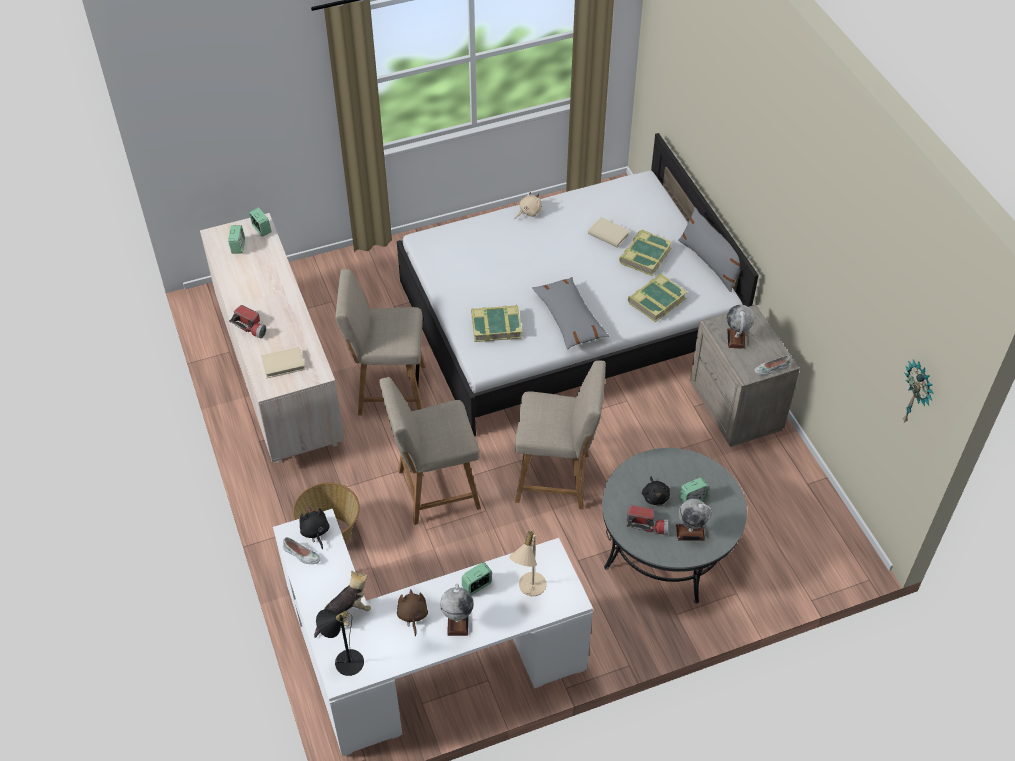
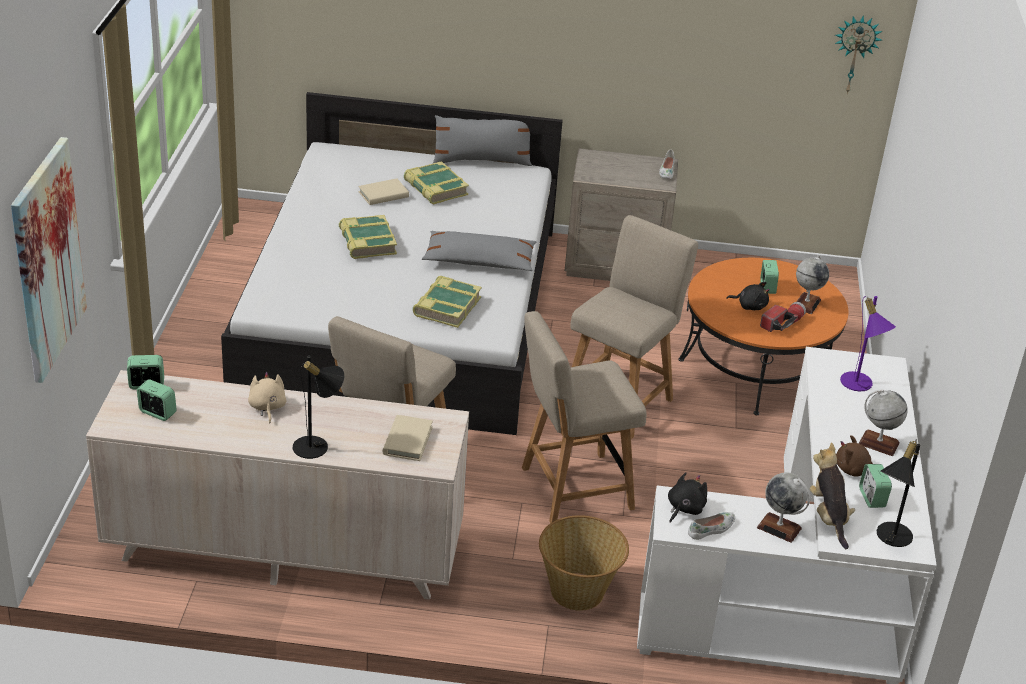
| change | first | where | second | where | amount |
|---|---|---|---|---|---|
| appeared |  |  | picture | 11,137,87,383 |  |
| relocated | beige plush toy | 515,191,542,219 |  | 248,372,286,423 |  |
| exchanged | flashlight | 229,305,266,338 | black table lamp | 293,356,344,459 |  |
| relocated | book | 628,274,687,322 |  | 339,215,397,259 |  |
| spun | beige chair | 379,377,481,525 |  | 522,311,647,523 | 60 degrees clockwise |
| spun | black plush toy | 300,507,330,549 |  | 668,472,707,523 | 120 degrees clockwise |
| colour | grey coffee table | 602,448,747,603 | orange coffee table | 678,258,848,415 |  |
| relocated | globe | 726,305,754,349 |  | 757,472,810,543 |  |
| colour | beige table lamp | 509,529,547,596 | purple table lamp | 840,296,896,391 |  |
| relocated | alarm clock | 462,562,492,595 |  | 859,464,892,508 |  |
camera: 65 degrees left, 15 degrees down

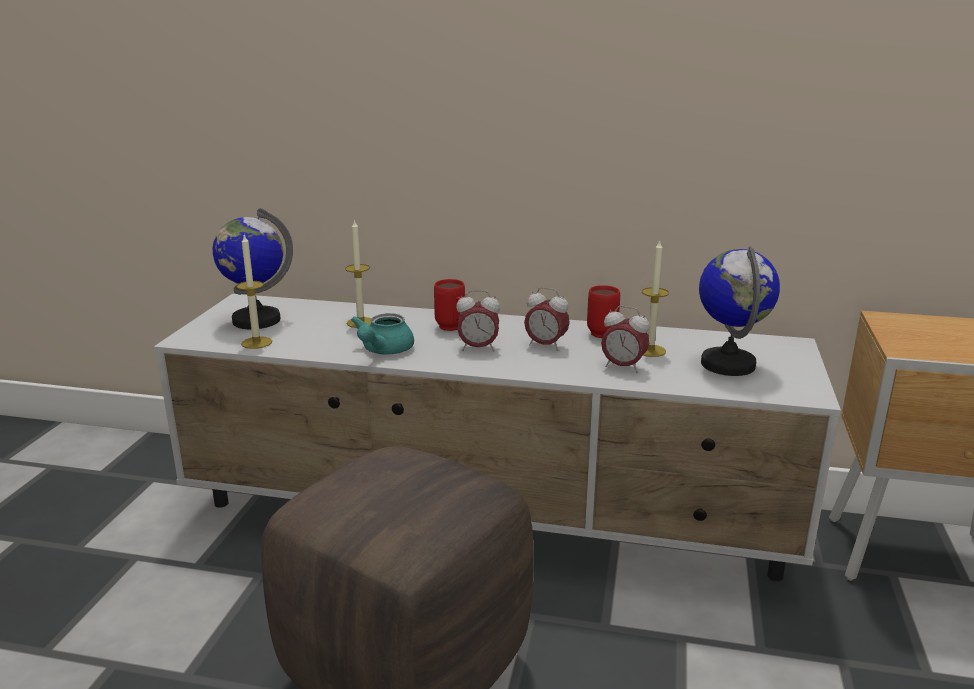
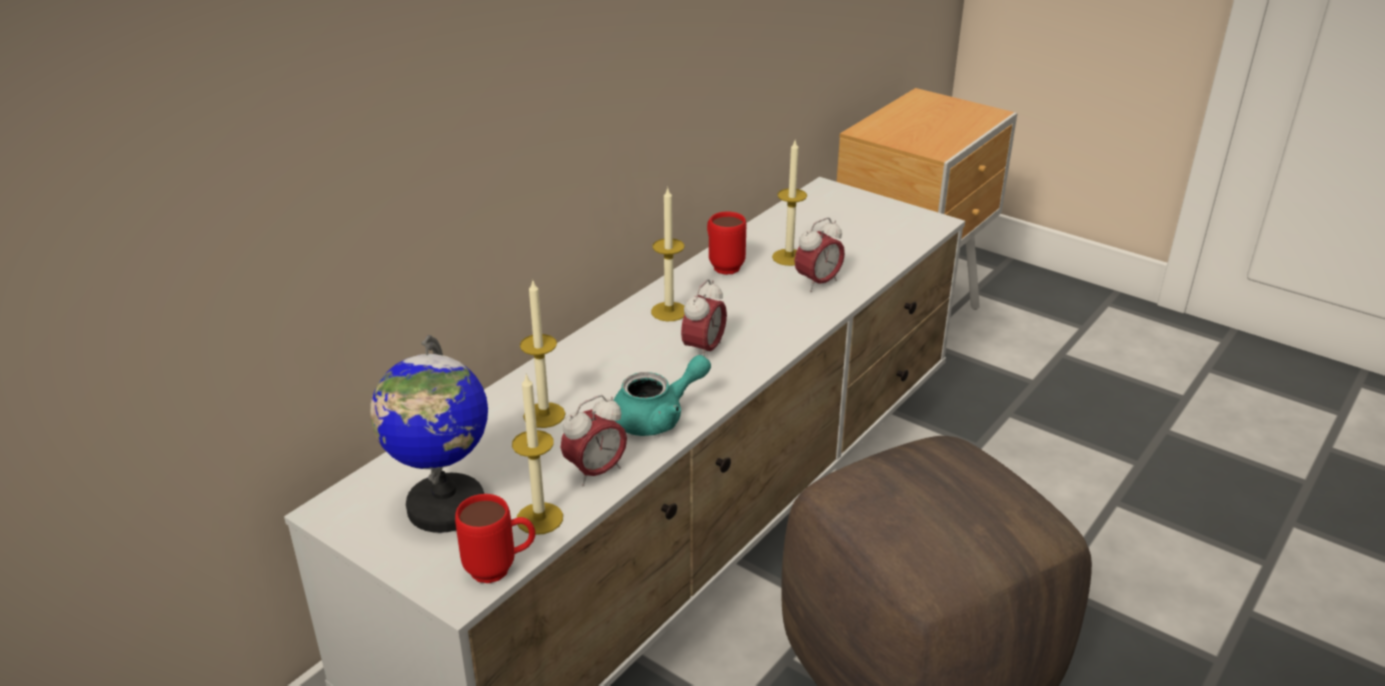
| change | first | where | second | where | amount |
|---|---|---|---|---|---|
| relocated | red mug | 434,279,465,331 |  | 455,494,535,583 |  |
| relocated | alarm clock | 524,287,570,351 |  | 560,395,627,486 |  |
| spun | turquoise teapot | 351,313,414,355 |  | 614,355,711,436 | 75 degrees counterclockwise |
| appeared |  |  | candle | 651,186,684,321 |  |
| missing | globe | 699,246,780,376 |  |  |  |
camera: 65 degrees left, 10 degrees up

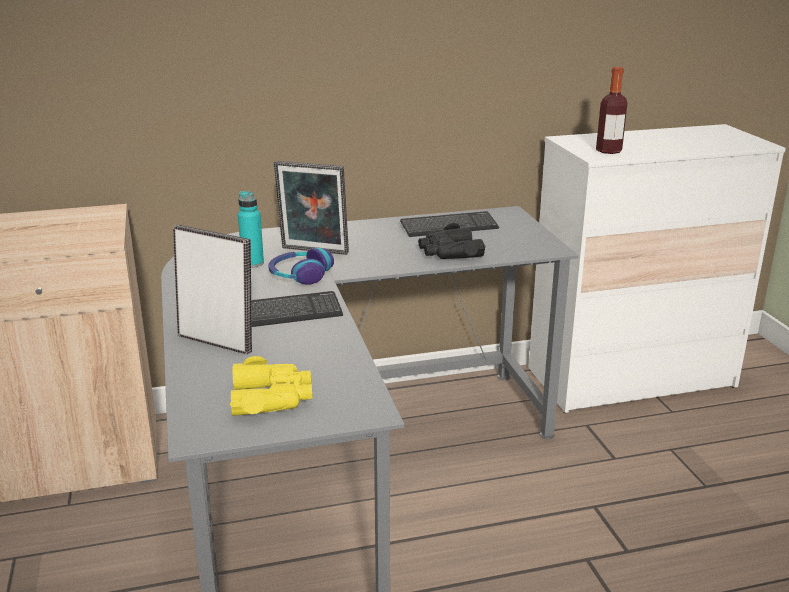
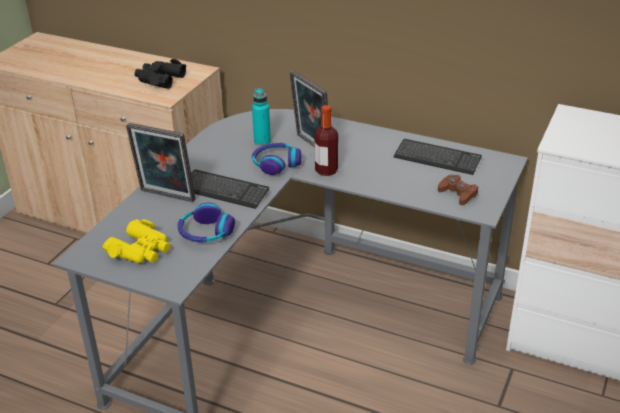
| change | first | where | second | where | amount |
|---|---|---|---|---|---|
| spun | picture frame | 173,225,252,354 |  | 126,123,196,202 | 135 degrees clockwise |
| relocated | black binoculars | 418,223,486,259 |  | 134,59,186,89 |  |
| appeared |  |  | headphones | 178,203,235,243 |  |
| relocated | bottle | 596,67,627,154 |  | 315,105,338,176 |  |
| appeared |  |  | brown game controller | 438,175,478,205 |  |
camera: 40 degrees right, 10 degrees up

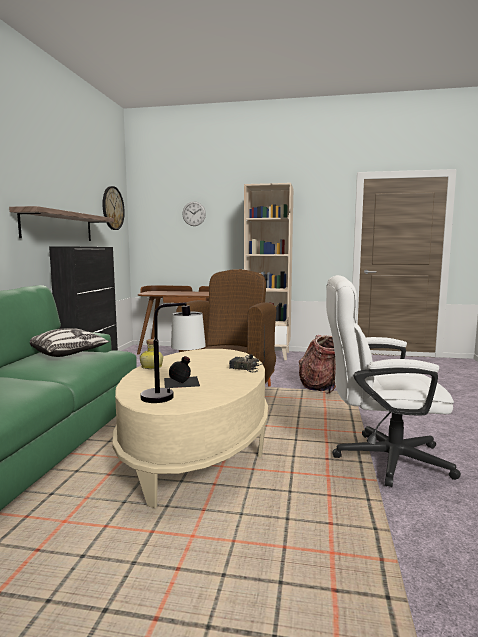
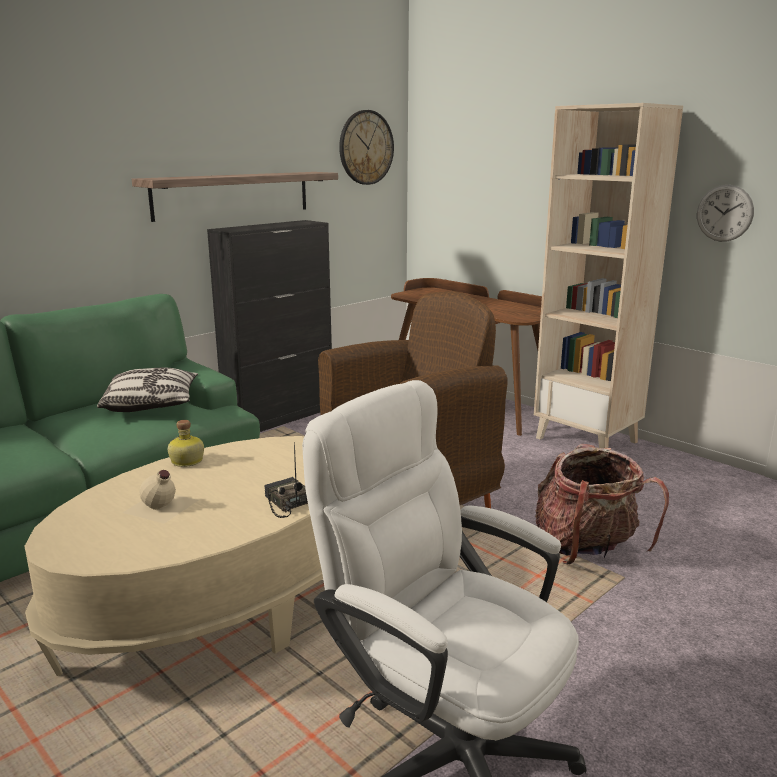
| change | first | where | second | where | amount |
|---|---|---|---|---|---|
| colour | black bottle | 164,356,200,388 | beige bottle | 122,470,199,524 |  |
| relocated | wall clock | 182,201,206,226 |  | 697,185,754,242 |  |
| missing | table lamp | 140,302,206,403 |  |  |  |
camera: 35 degrees right, 10 degrees up

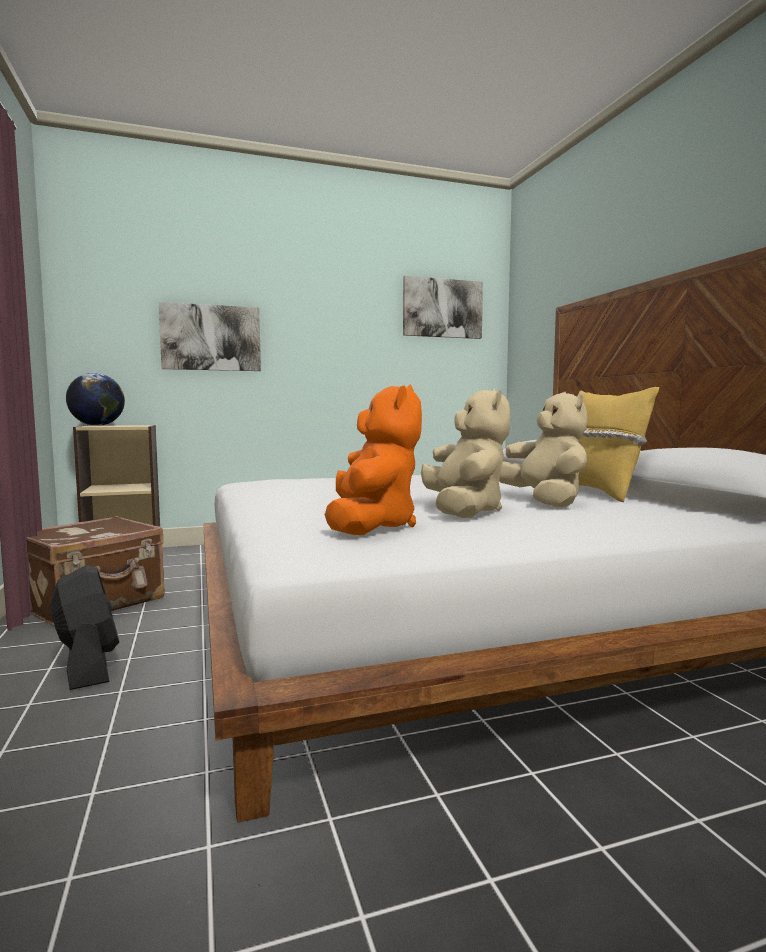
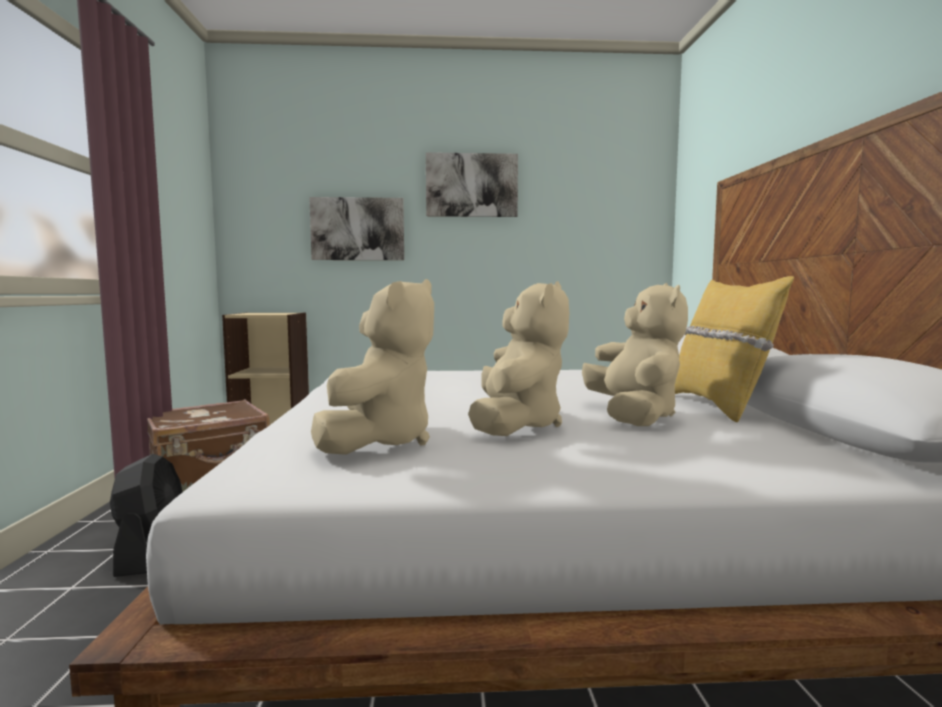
| change | first | where | second | where | amount |
|---|---|---|---|---|---|
| colour | orange plush toy | 325,384,422,535 | beige plush toy | 311,279,434,455 |  |
| relocated | picture | 403,276,483,339 |  | 426,152,518,217 |  |
| missing | globe | 66,373,125,426 |  |  |  |
camera: 15 degrees right, 0 degrees up

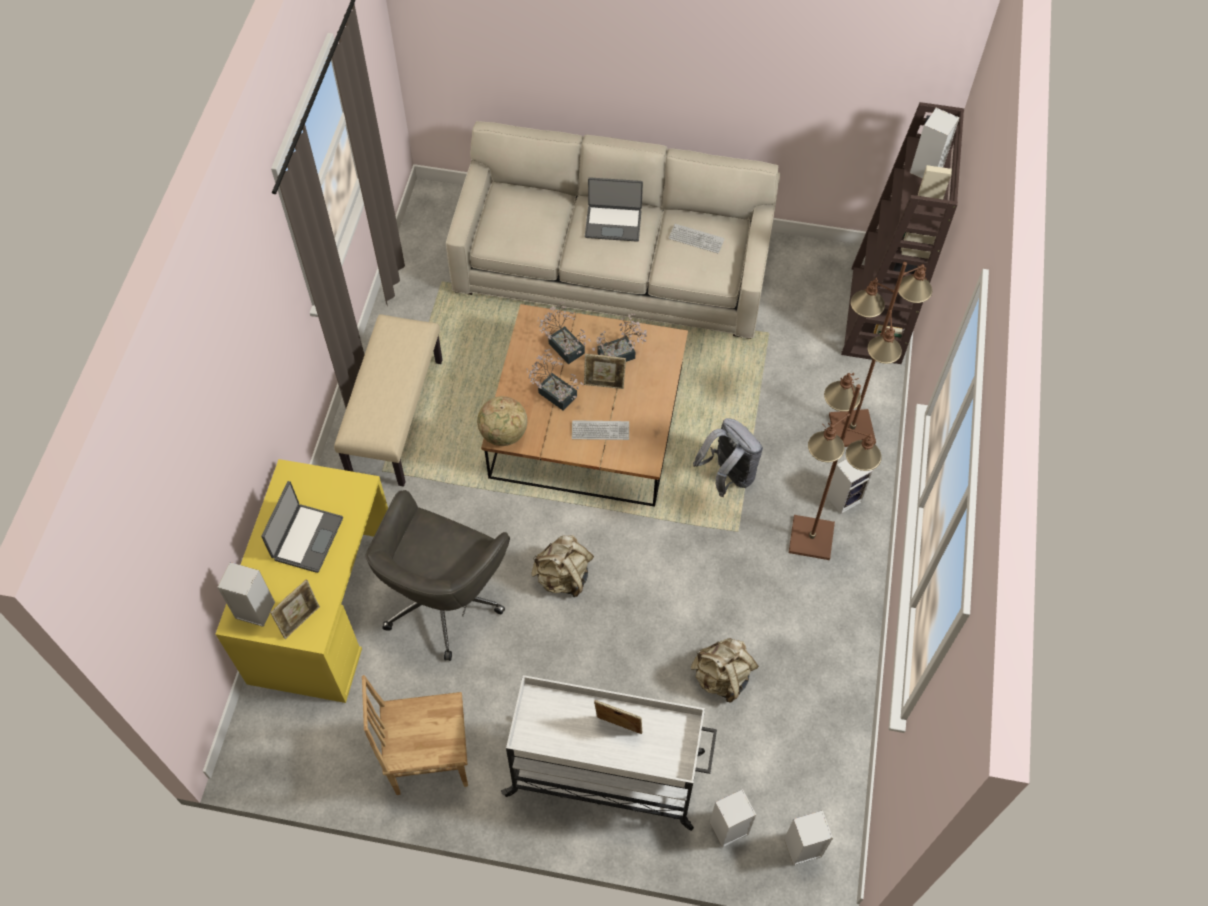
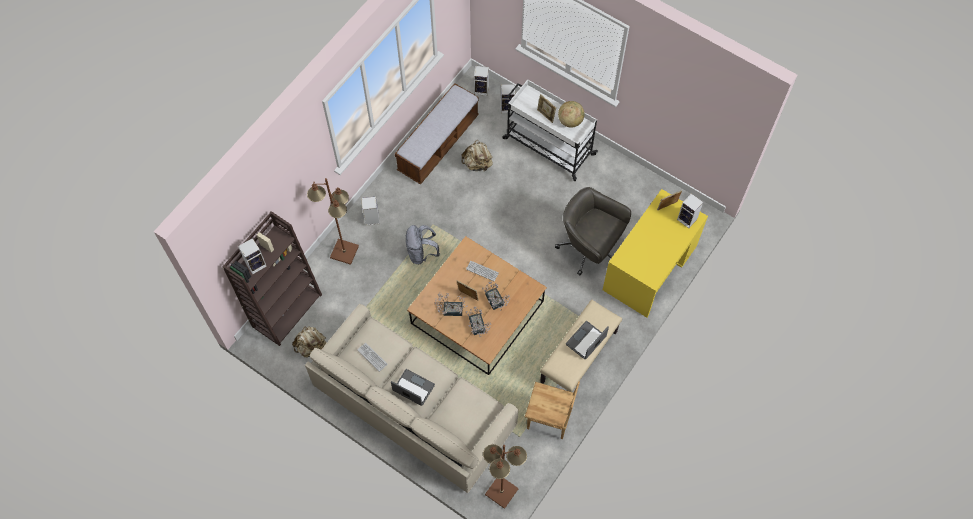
| change | first | where | second | where | amount |
|---|---|---|---|---|---|
| relocated | beige backpack | 531,535,594,597 |  | 292,326,327,357 |  |
| appeared |  |  | bench | 395,83,479,185 |  |
| relocated | brown floor lamp | 789,373,882,560 |  | 483,444,527,509 |  |
| relocated | brown chair | 362,675,468,795 |  | 525,381,580,439 |  |
| spun | grey office chair | 365,490,510,661 |  | 555,187,631,275 | 105 degrees counterclockwise |
| relocated | globe | 477,396,527,446 |  | 558,101,585,128 |  |
| relocated | laptop | 261,481,343,573 |  | 566,321,609,359 |  |
camera: 155 degrees left, 5 degrees up

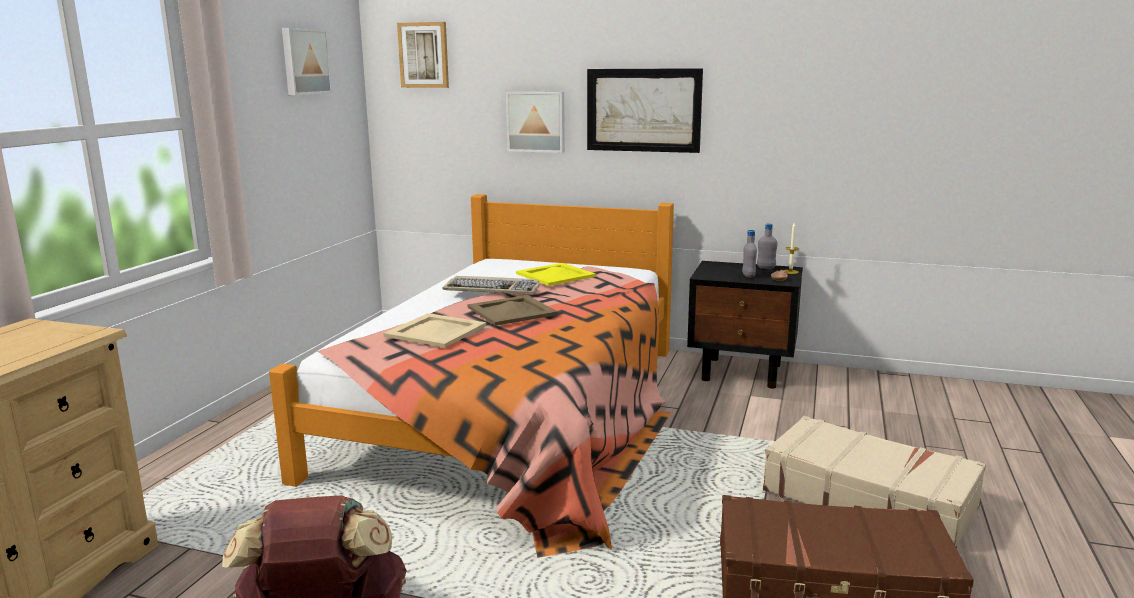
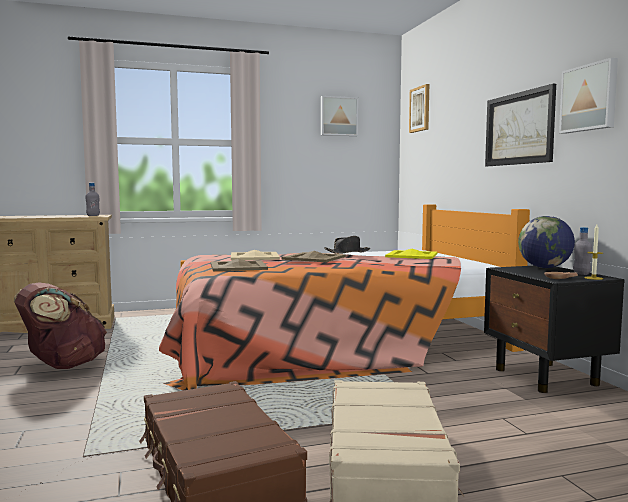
| change | first | where | second | where | amount |
|---|---|---|---|---|---|
| relocated | grey bottle | 742,230,757,278 |  | 86,183,100,216 |  |
| appeared |  |  | beige tray | 211,259,268,271 |  |
| exchanged | keyboard | 442,276,540,295 | black hat | 324,236,370,254 |  |
| appeared |  |  | globe | 518,216,575,268 |  |
| relocated | picture | 506,92,565,153 |  | 559,58,618,134 |  |
camera: 55 degrees right, 10 degrees down

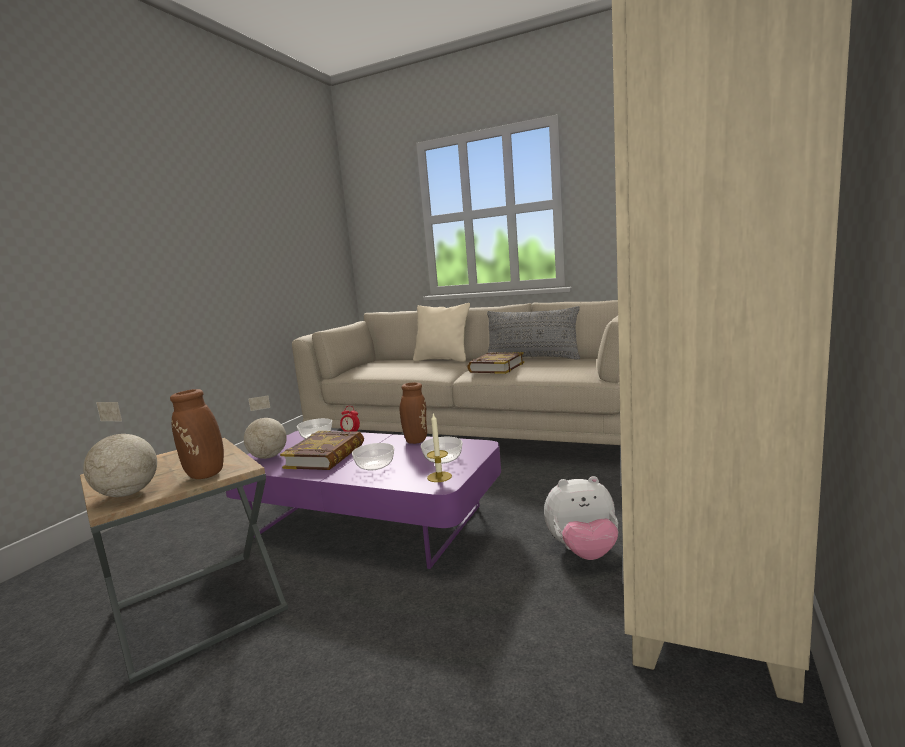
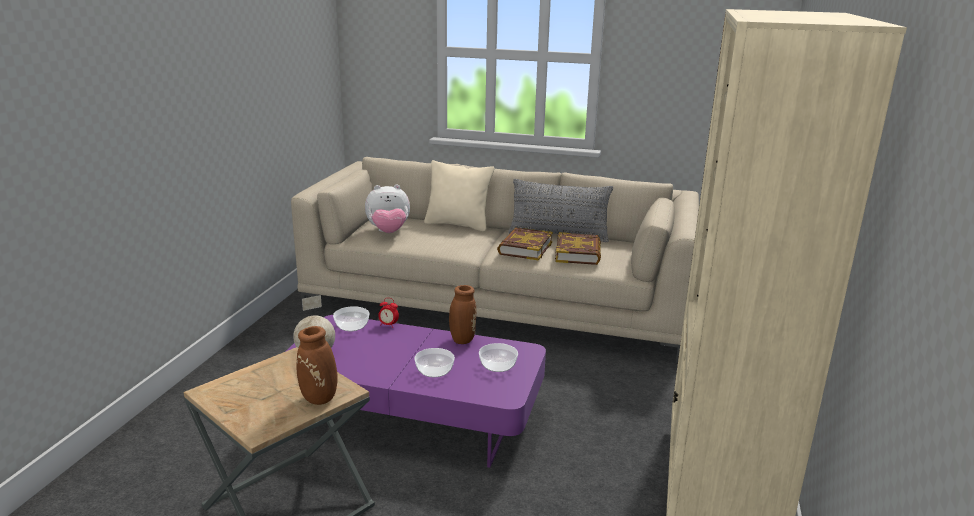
| change | first | where | second | where | amount |
|---|---|---|---|---|---|
| relocated | plush toy | 544,476,618,560 |  | 365,184,410,233 |  |
| relocated | book | 280,431,364,470 |  | 555,232,601,265 |  |
| missing | globe | 83,402,157,497 |  |  |  |
| missing | candle | 427,413,452,482 |  |  |  |
camera: 10 degrees left, 10 degrees up

